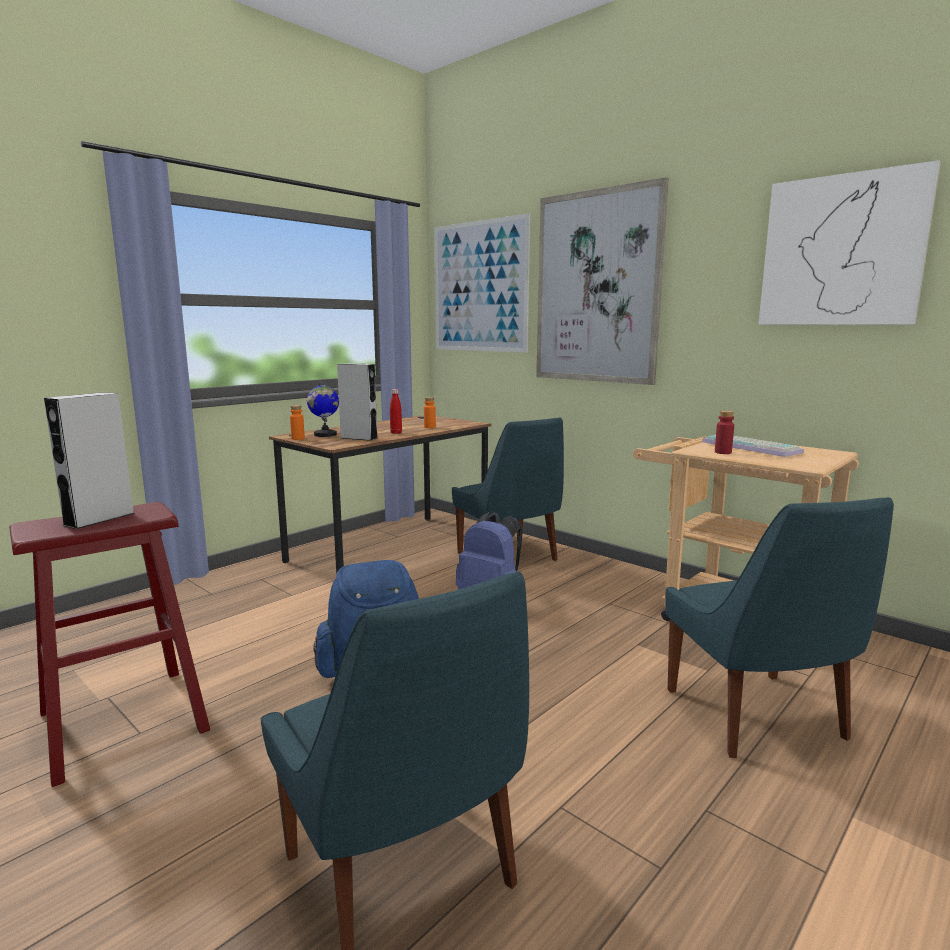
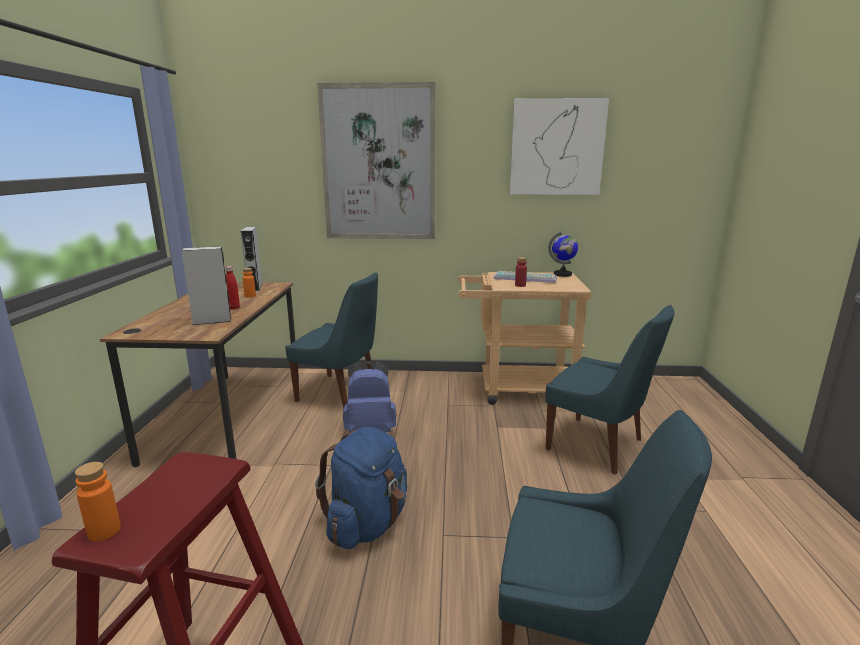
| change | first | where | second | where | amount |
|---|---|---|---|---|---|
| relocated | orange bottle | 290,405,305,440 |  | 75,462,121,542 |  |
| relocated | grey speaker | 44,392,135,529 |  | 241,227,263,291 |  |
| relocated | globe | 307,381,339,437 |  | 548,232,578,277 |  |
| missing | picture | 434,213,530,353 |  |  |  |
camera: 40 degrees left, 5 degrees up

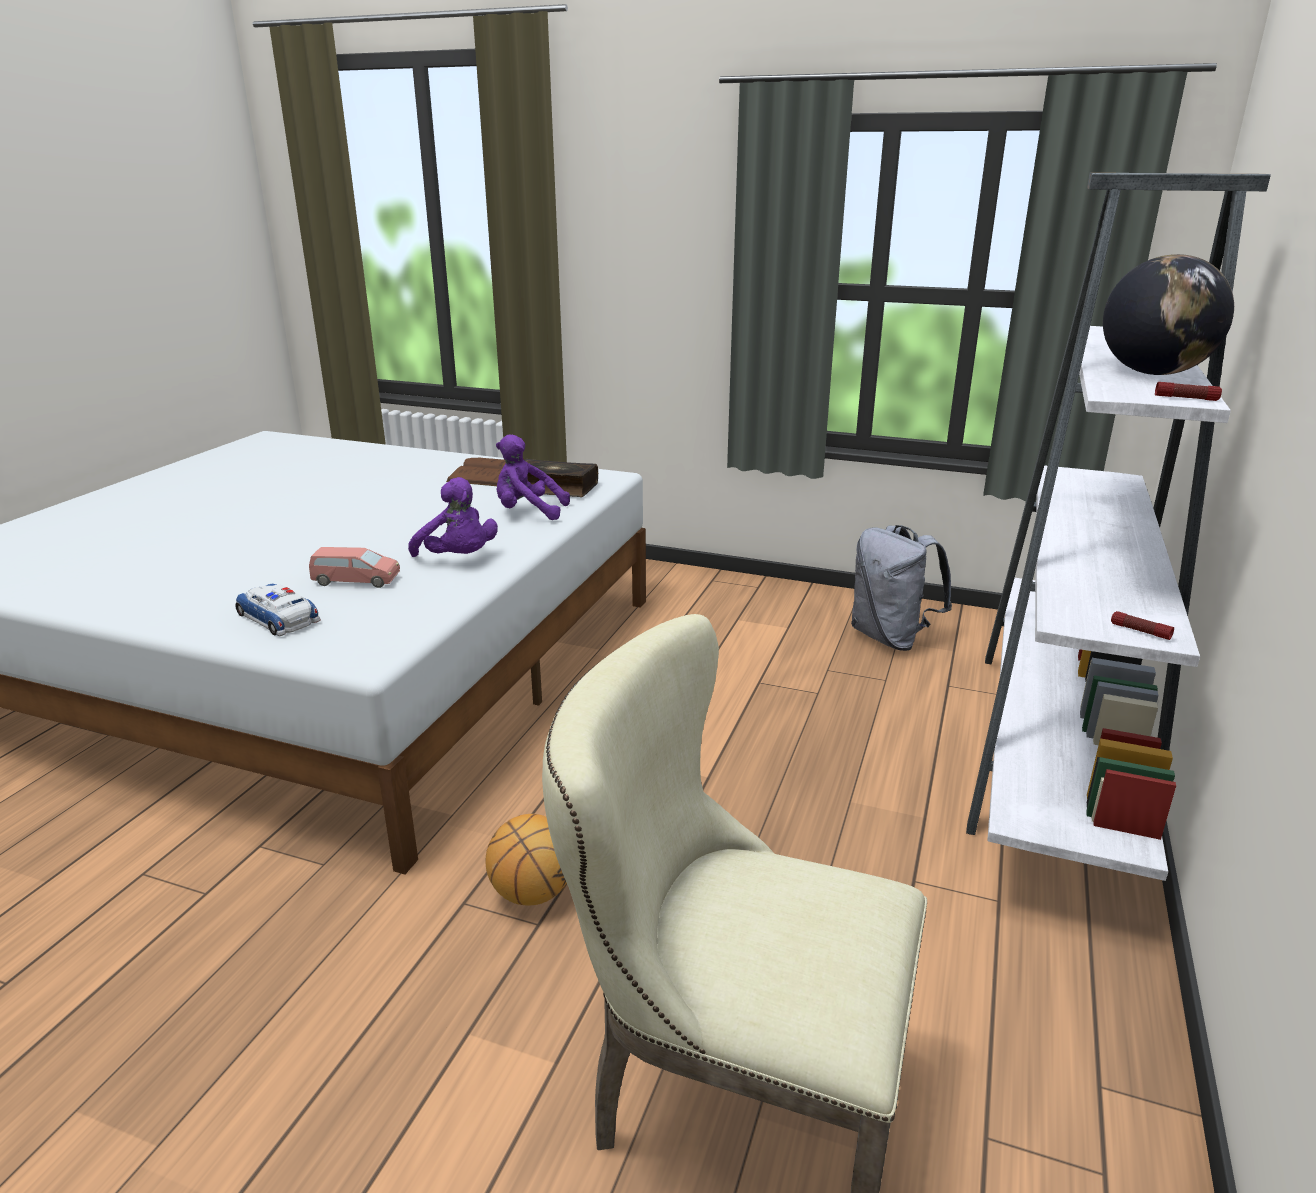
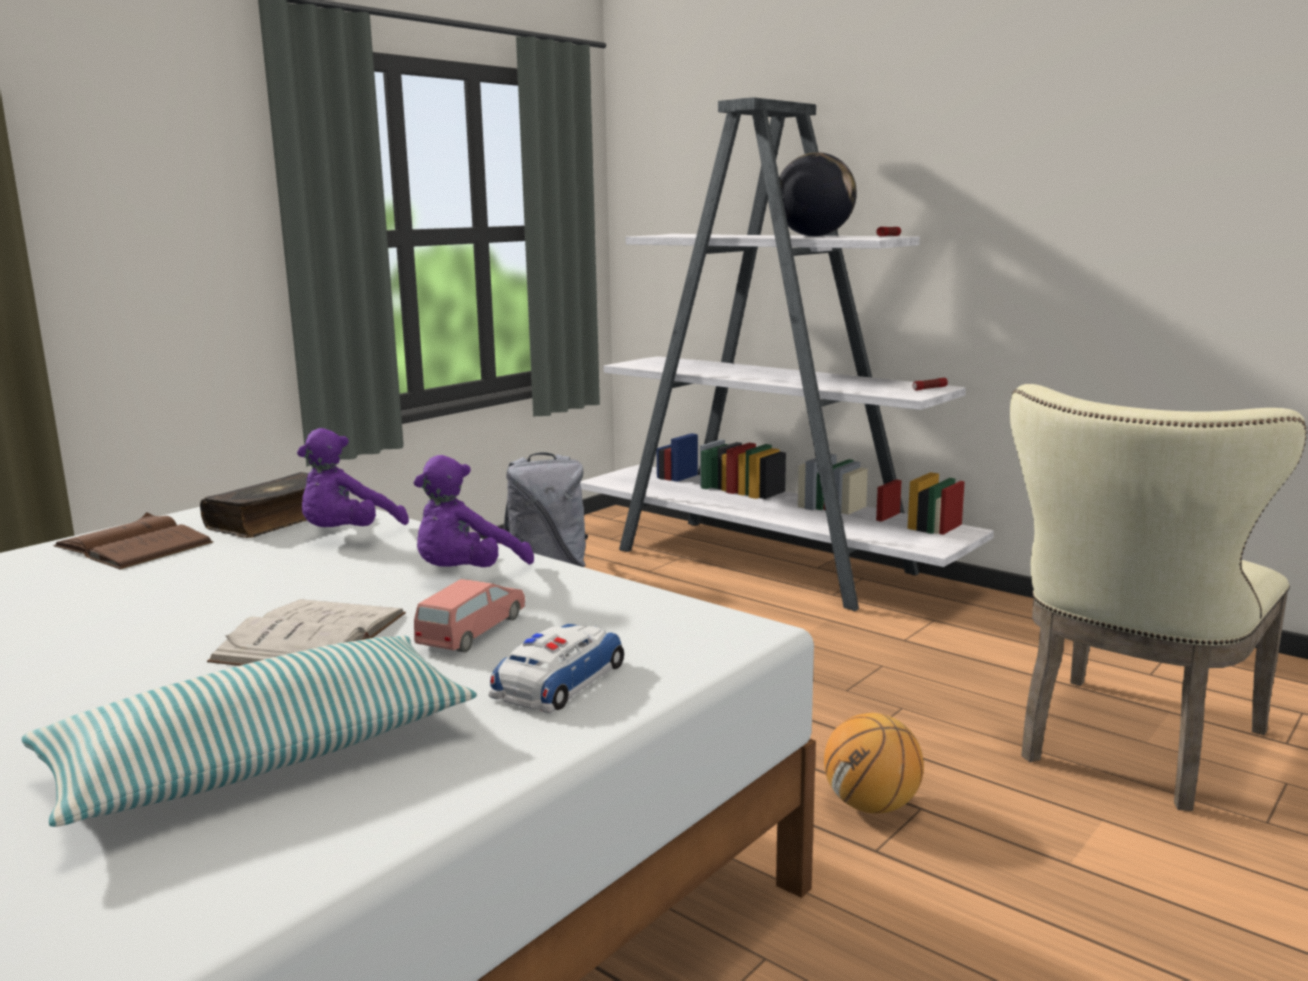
| change | first | where | second | where | amount |
|---|---|---|---|---|---|
| appeared |  |  | pillow | 22,636,477,827 |  |
| appeared |  |  | white book | 207,599,406,666 |  |
| spun | purple plush toy | 408,477,498,557 |  | 414,455,534,567 | 150 degrees clockwise |
| spun | toy car | 235,584,321,636 |  | 489,624,624,713 | 150 degrees clockwise |
camera: 70 degrees left, 10 degrees down

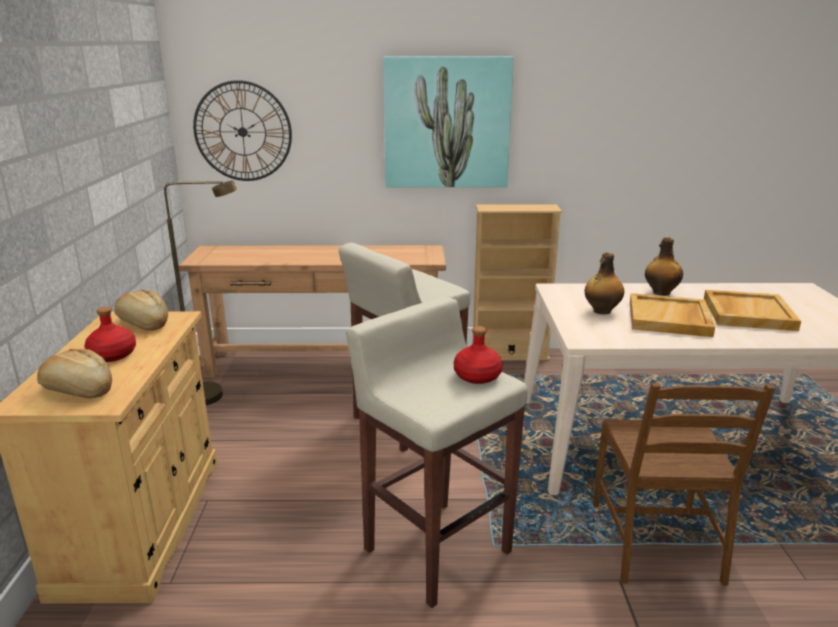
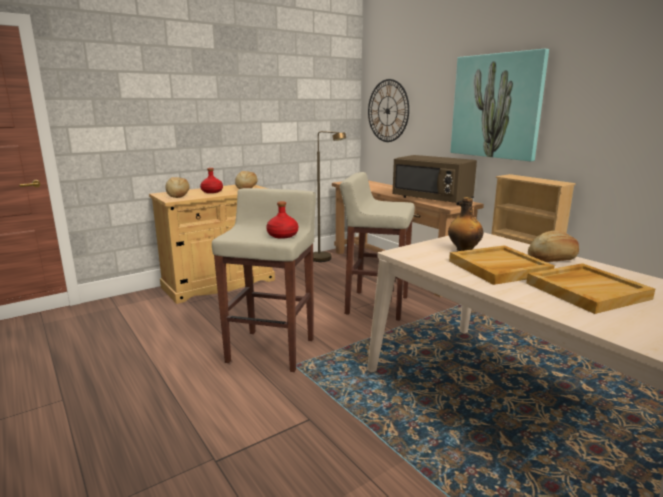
| change | first | where | second | where | amount |
|---|---|---|---|---|---|
| appeared |  |  | brown microwave | 392,155,477,205 |  |
| exchanged | bottle | 645,237,683,296 | bread | 528,231,579,262 |  |
| missing | brown chair | 593,383,776,586 |  |  |  |
camera: 55 degrees right, 5 degrees down

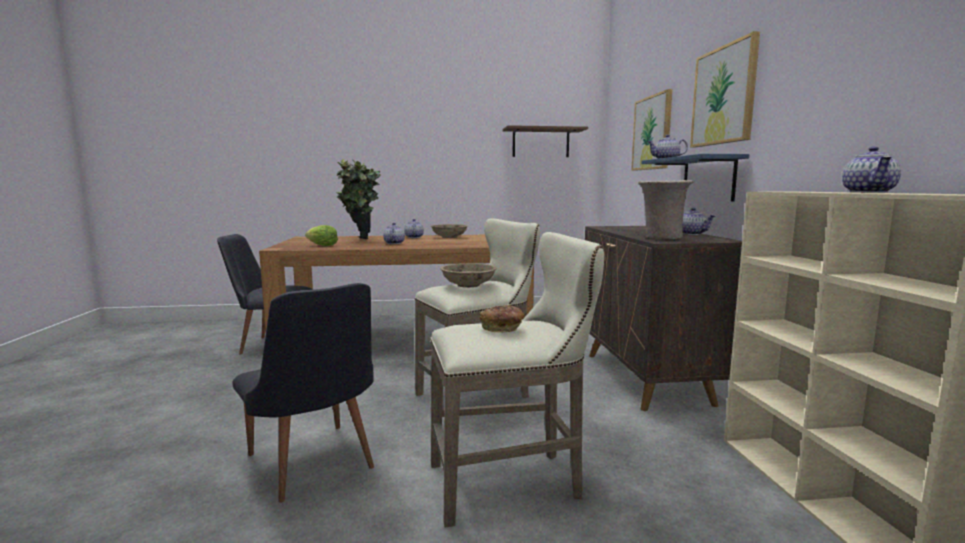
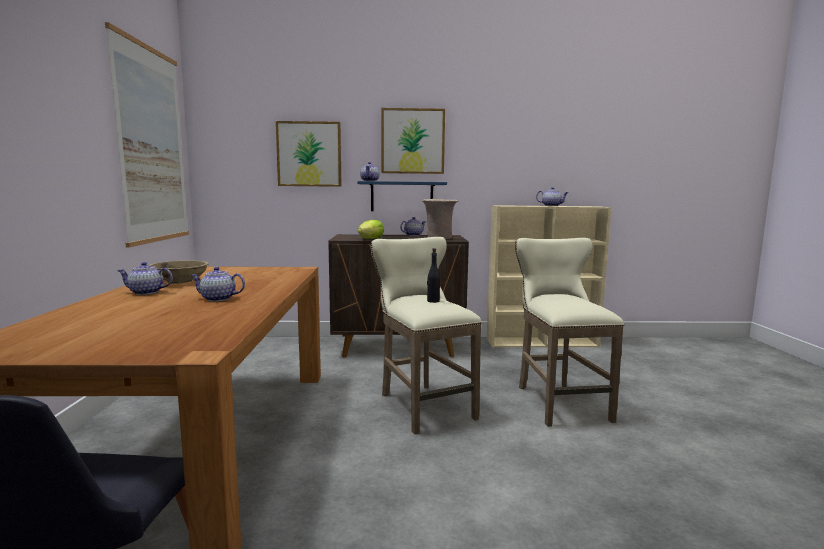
| change | first | where | second | where | amount |
|---|---|---|---|---|---|
| exchanged | brown shelf | 503,125,588,157 | picture | 105,22,189,247 |  |
| relocated | lettuce | 305,225,338,246 |  | 358,220,384,239 |  |
| exchanged | beige bowl | 440,263,497,288 | black bottle | 427,248,440,303 |  |
| missing | black chair | 232,283,374,503 |  |  |  |
| missing | potted plant | 336,159,381,239 |  |  |  |
| missing | bread | 480,305,525,333 |  |  |  |
camera: 85 degrees left, 0 degrees up

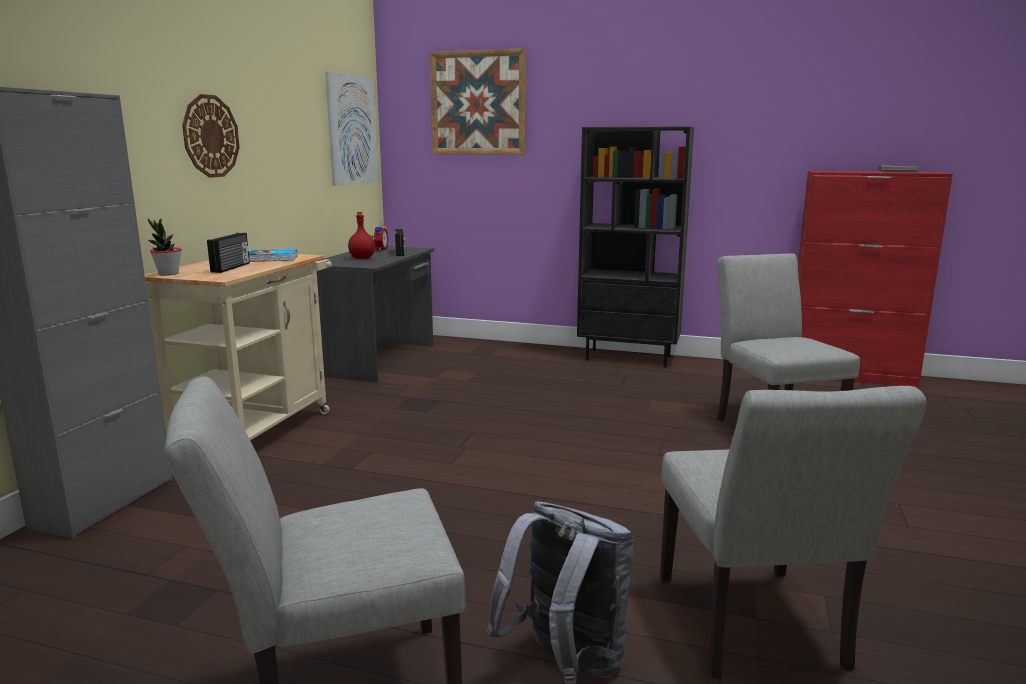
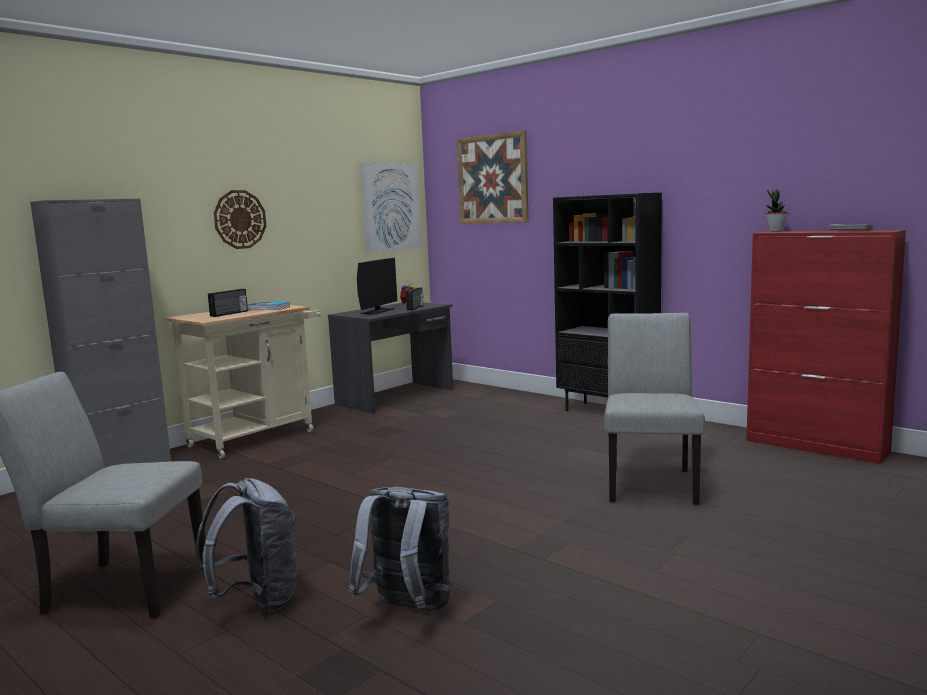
| change | first | where | second | where | amount |
|---|---|---|---|---|---|
| exchanged | grey chair | 660,386,927,679 | grey backpack | 348,487,450,611 |  |
| exchanged | red bottle | 348,212,375,259 | monitor | 357,258,397,314 |  |
| relocated | potted plant | 148,219,182,276 |  | 766,189,789,232 |  |
camera: 25 degrees right, 5 degrees down

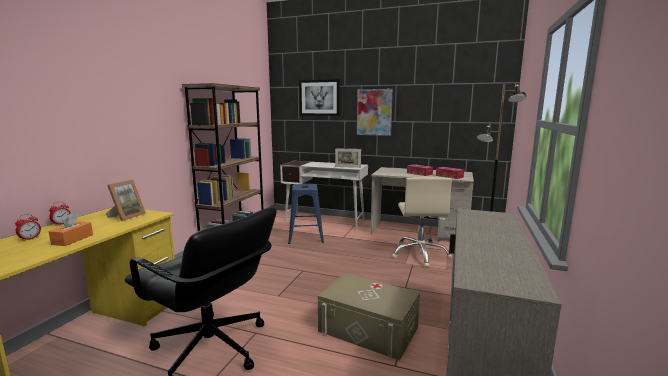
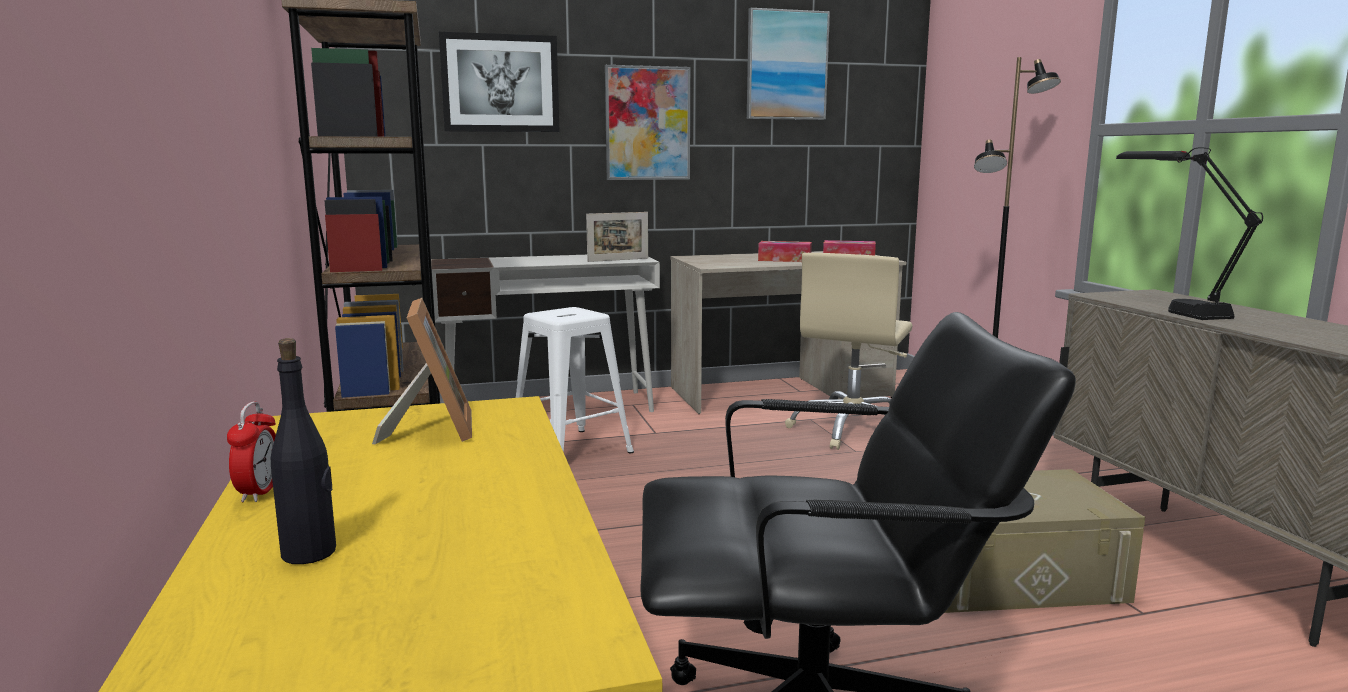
| change | first | where | second | where | amount |
|---|---|---|---|---|---|
| exchanged | alarm clock | 15,214,41,241 | black bottle | 271,338,336,564 |  |
| colour | blue stool | 288,184,324,244 | white stool | 516,307,634,453 |  |
| appeared |  |  | picture | 747,8,830,120 |  |
| spun | beige office chair | 392,177,452,267 |  | 785,253,913,450 | 60 degrees clockwise |
| appeared |  |  | black table lamp | 1116,147,1263,320 |  |
| missing | orange tissue box | 49,214,93,246 |  |  |  |
camera: 35 degrees left, 0 degrees up

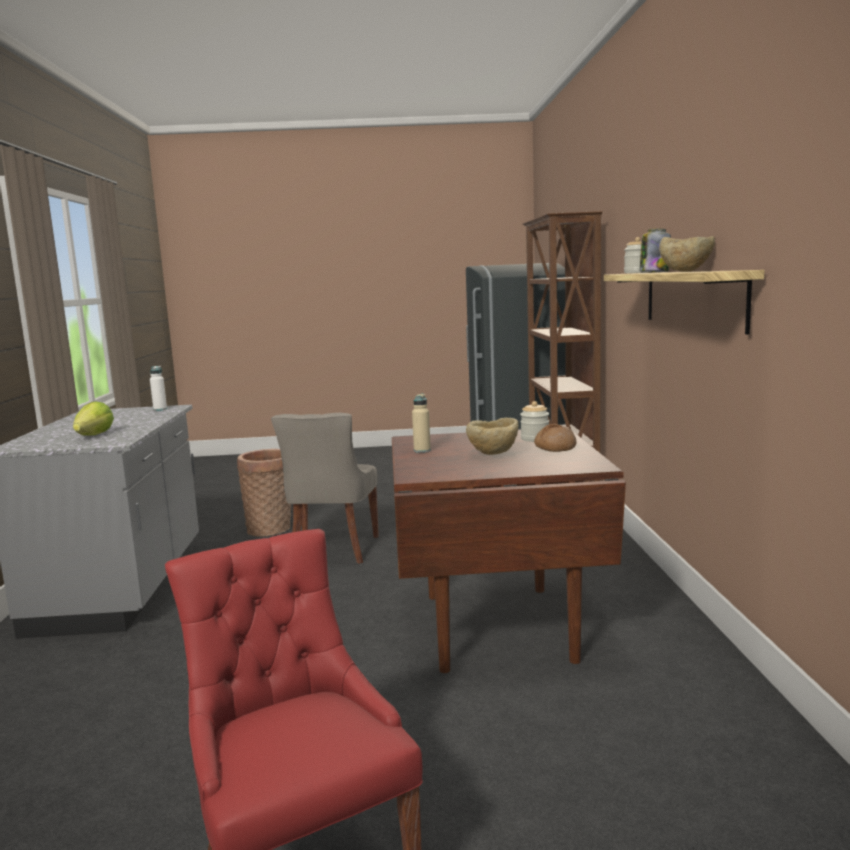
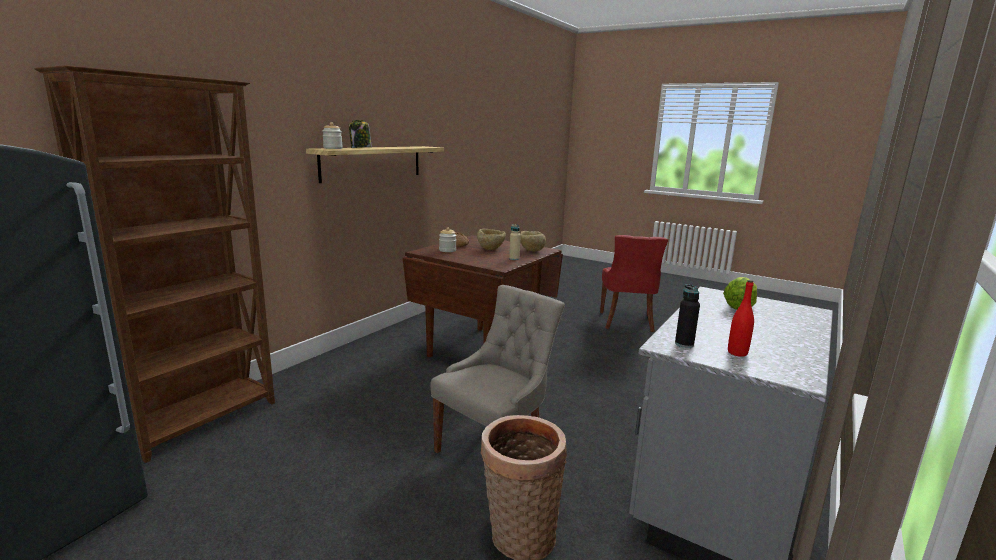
| change | first | where | second | where | amount |
|---|---|---|---|---|---|
| relocated | beige bowl | 659,236,715,272 |  | 520,231,546,251 |  |
| colour | white bottle | 150,366,167,411 | black bottle | 675,284,700,348 |  |
| appeared |  |  | red bottle | 728,280,754,357 |  |
camera: 145 degrees left, 5 degrees up

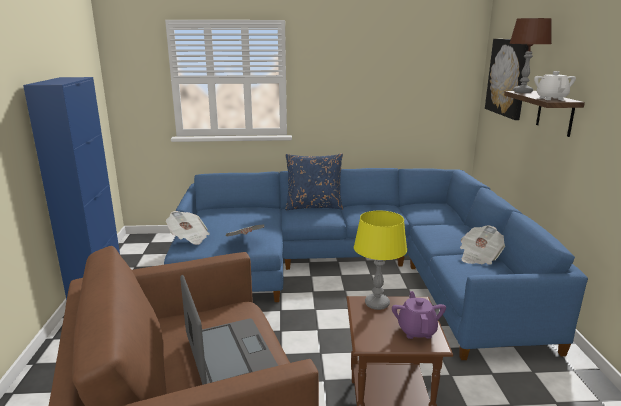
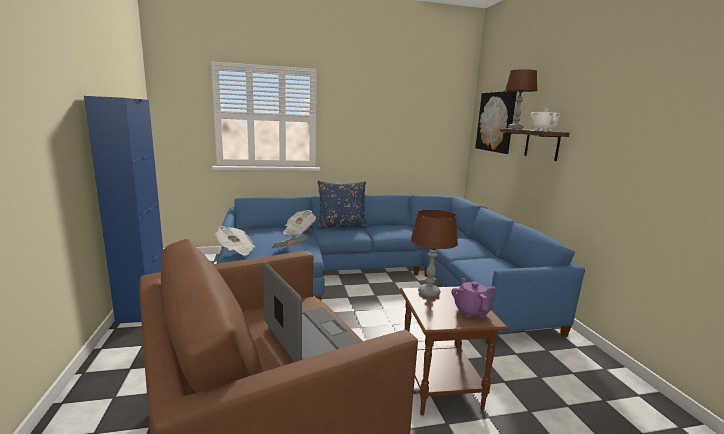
| change | first | where | second | where | amount |
|---|---|---|---|---|---|
| relocated | newspaper | 460,225,505,265 |  | 283,210,316,235 |  |
| colour | yellow table lamp | 354,210,407,310 | brown table lamp | 411,209,458,297 |  |
camera: 10 degrees left, 5 degrees down

